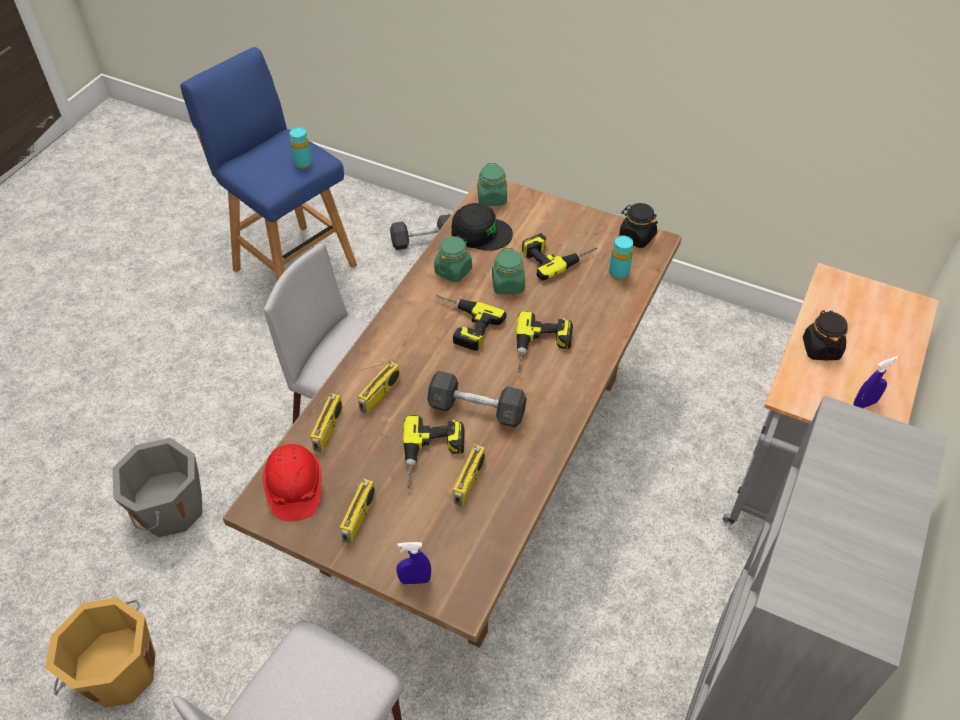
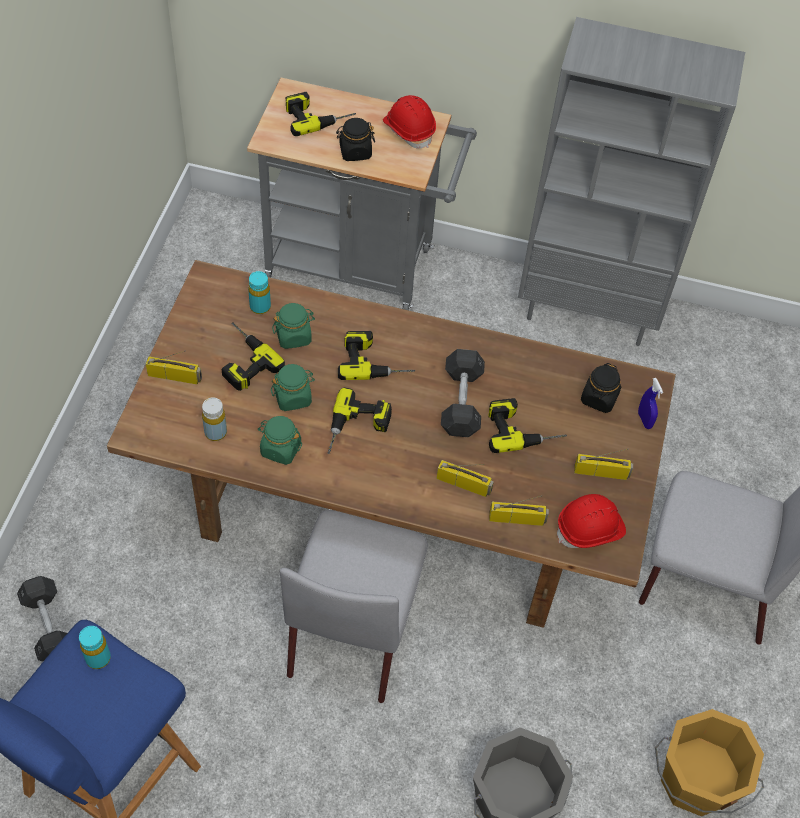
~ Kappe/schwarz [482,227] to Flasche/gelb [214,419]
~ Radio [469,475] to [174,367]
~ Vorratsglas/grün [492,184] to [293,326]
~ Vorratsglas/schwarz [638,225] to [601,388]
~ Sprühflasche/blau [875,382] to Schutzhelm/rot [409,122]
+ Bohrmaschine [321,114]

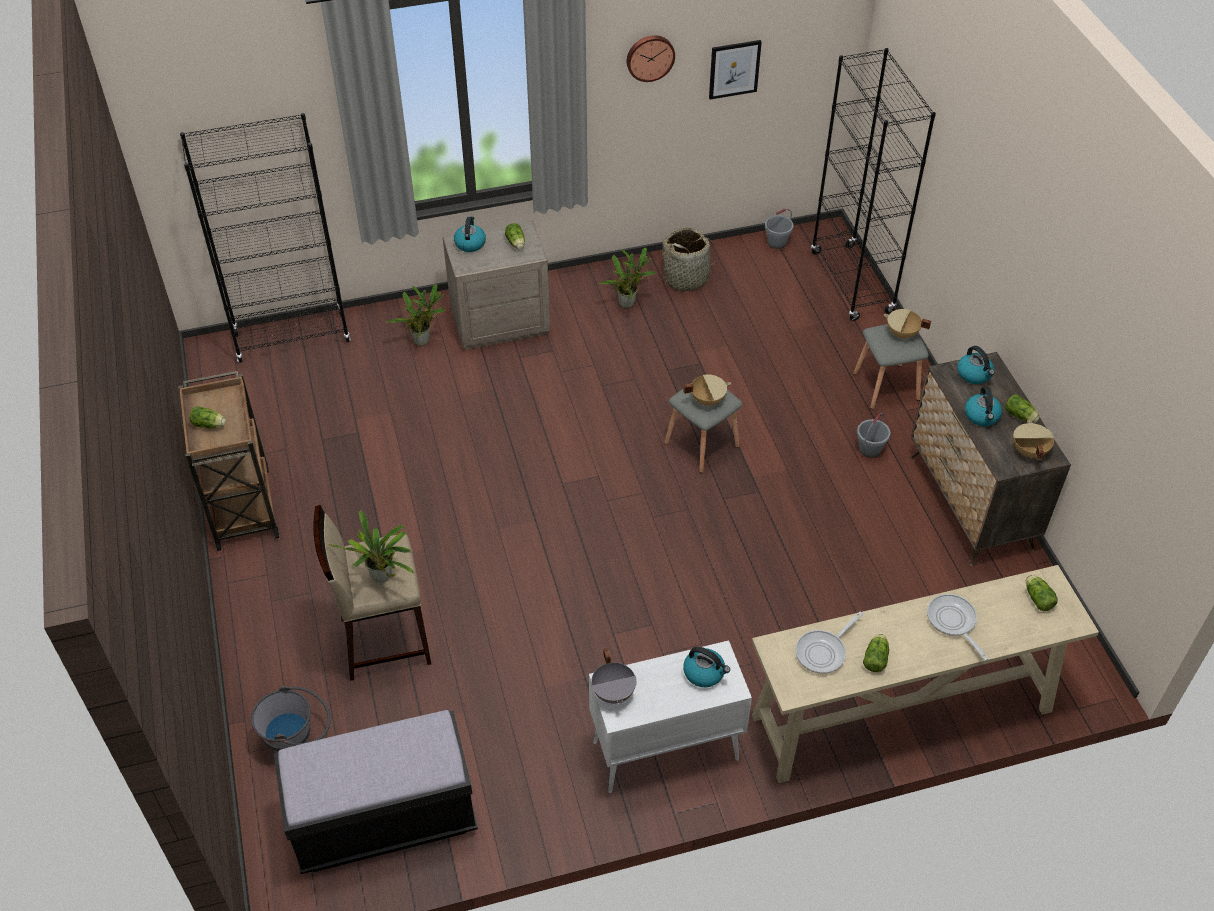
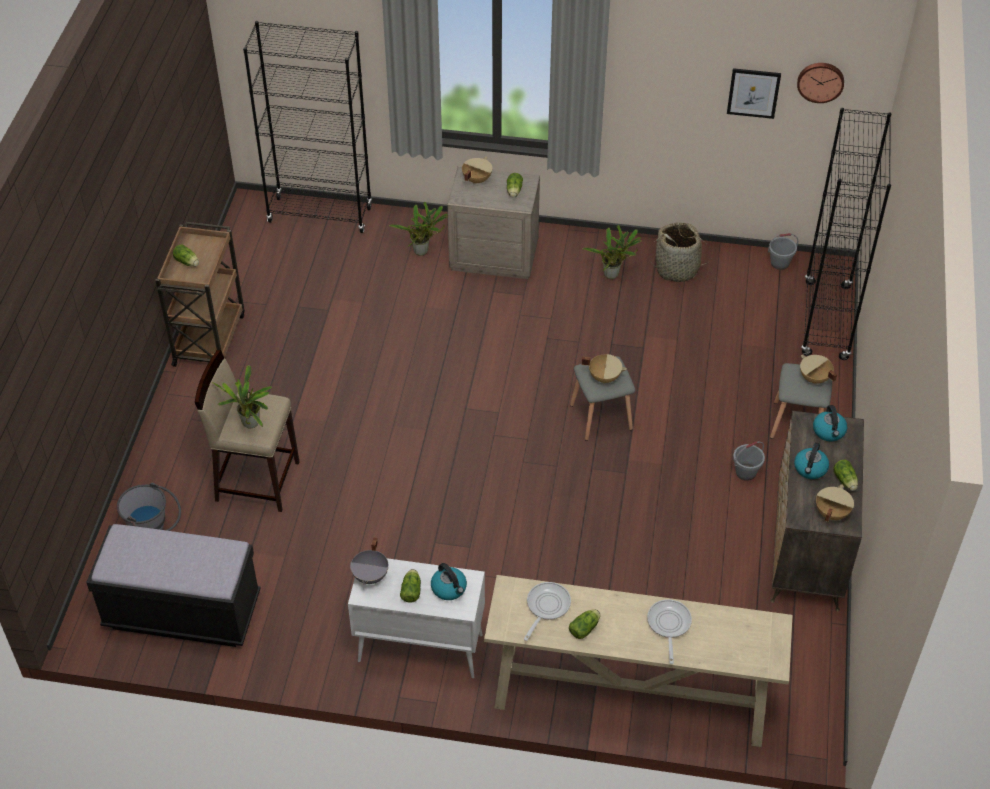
~ Wasserkessel [470,234] to Kochtopf/beige [477,170]
~ Wanduhr [651,58] to [820,83]
~ Pfanne [829,642] = [547,611] 135 degrees clockwise
~ Salatkopf [1042,593] to [410,586]

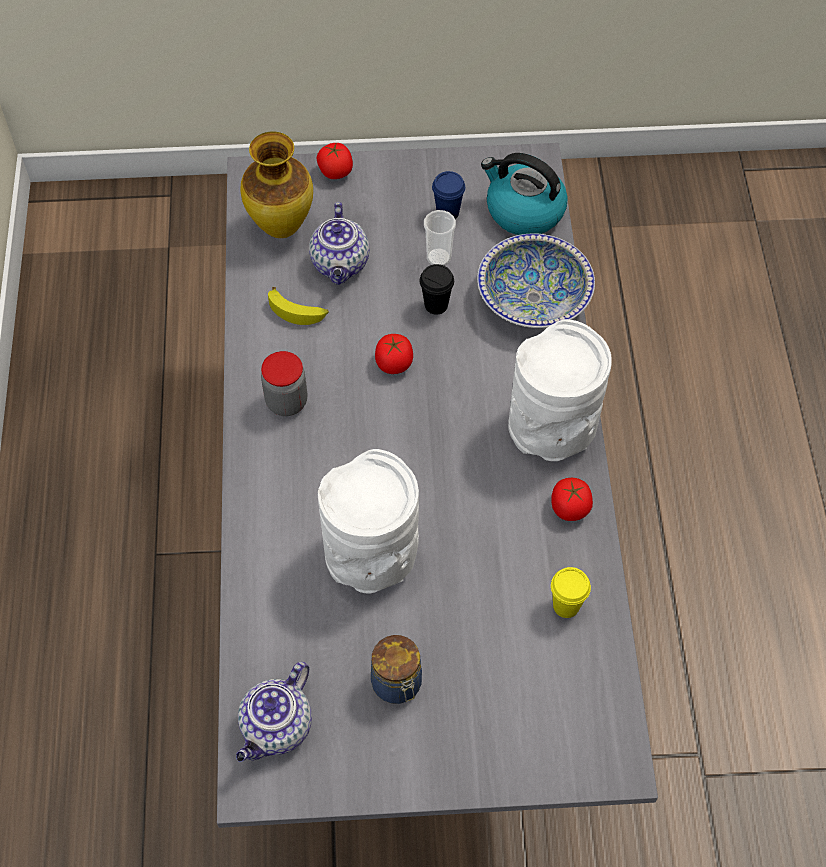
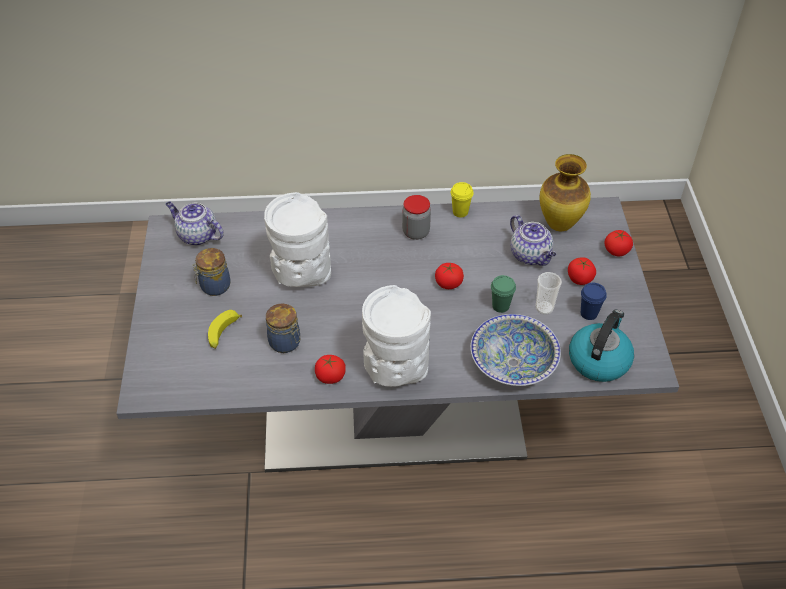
~ Banane [298,306] to [225,329]
~ Teekanne [339,243] = [533,240] 120 degrees counterclockwise
~ Tasse/schwarz [436,289] to Tasse/grün [503,294]
~ Tasse/gelb [571,592] to [462,200]
+ Vorratsglas [283,328]
+ Tomate [582,271]

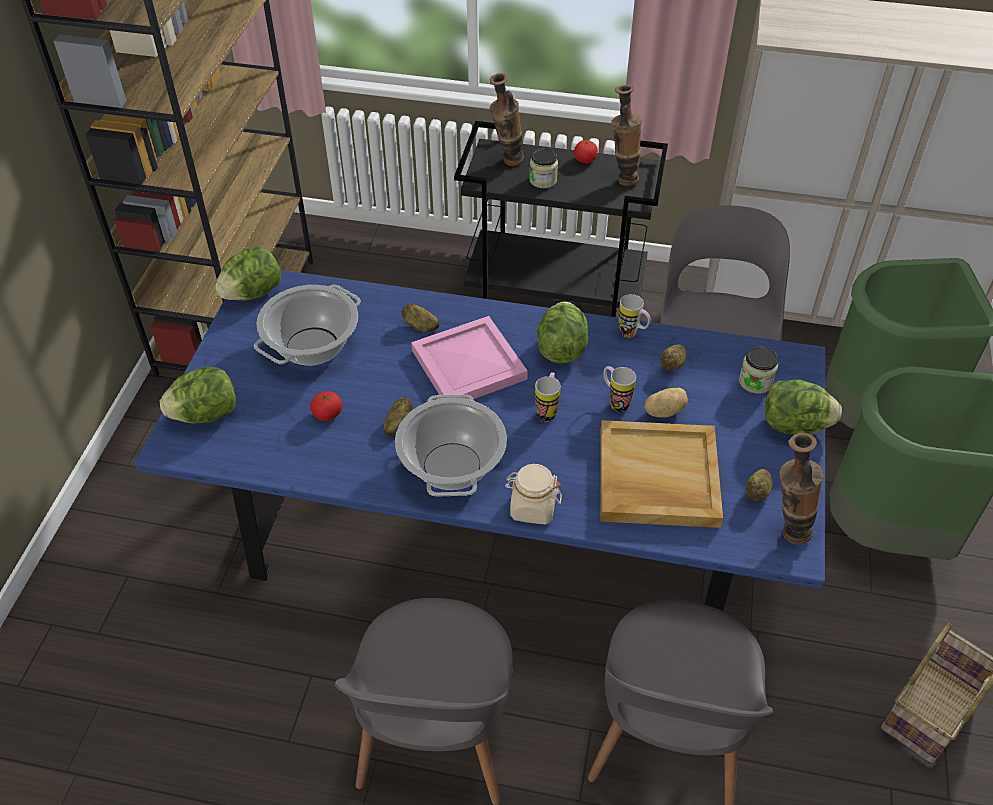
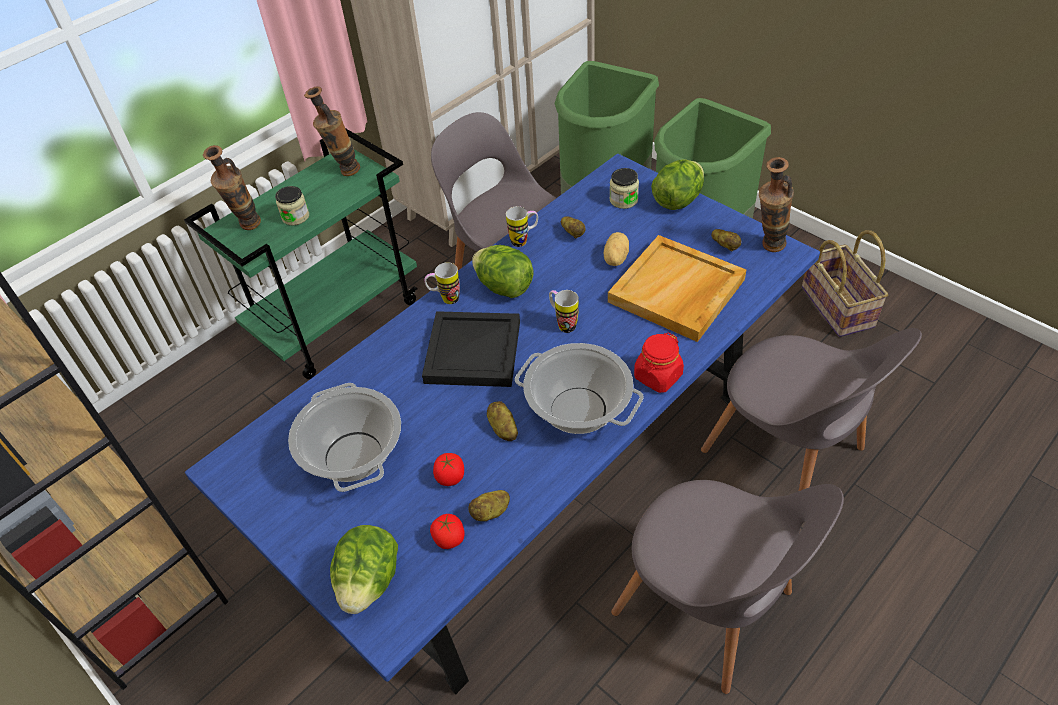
- Salatkopf [248,274]
~ Kartoffel [420,318] to [489,505]
~ Tablett/rosa [469,357] to Tablett/schwarz [471,349]
~ Rollwagen/schwarz [561,219] to Rollwagen/grün [301,253]
~ Vorratsglas/beige [533,494] to Vorratsglas/rot [659,363]
~ Tomate [586,151] to [447,531]
~ Henkelbecher [619,389] to [442,283]

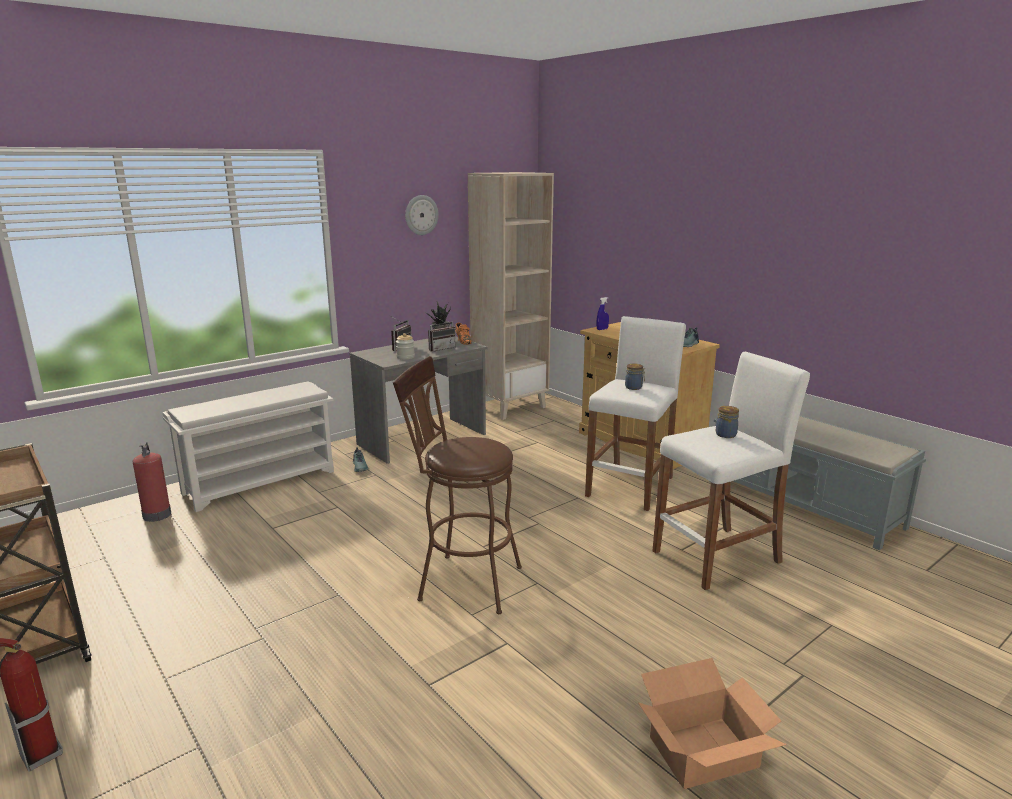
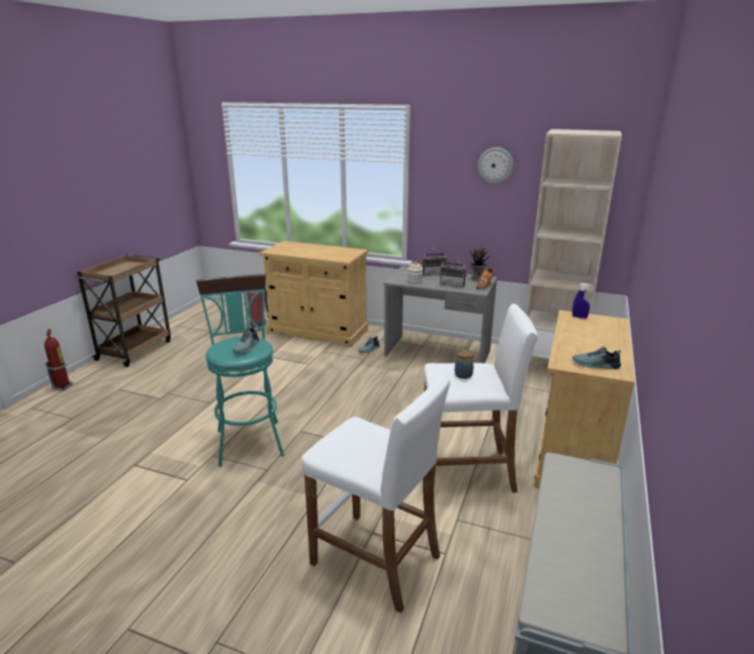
~ Schuhregal/weiß [248,447] to Schrank/beige [313,294]
~ Hocker/braun [457,485] to Hocker/türkis [240,370]
- Karton [712,723]
- Vorratsglas [727,422]
+ Schuh [246,339]

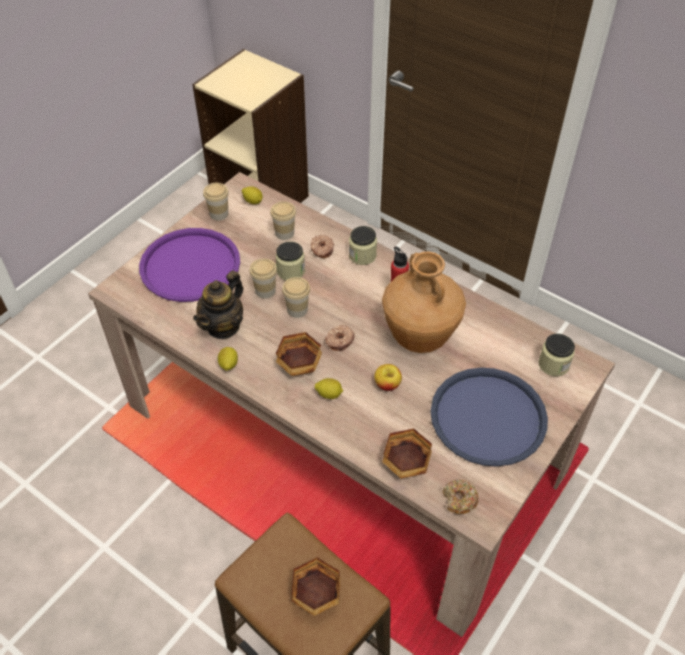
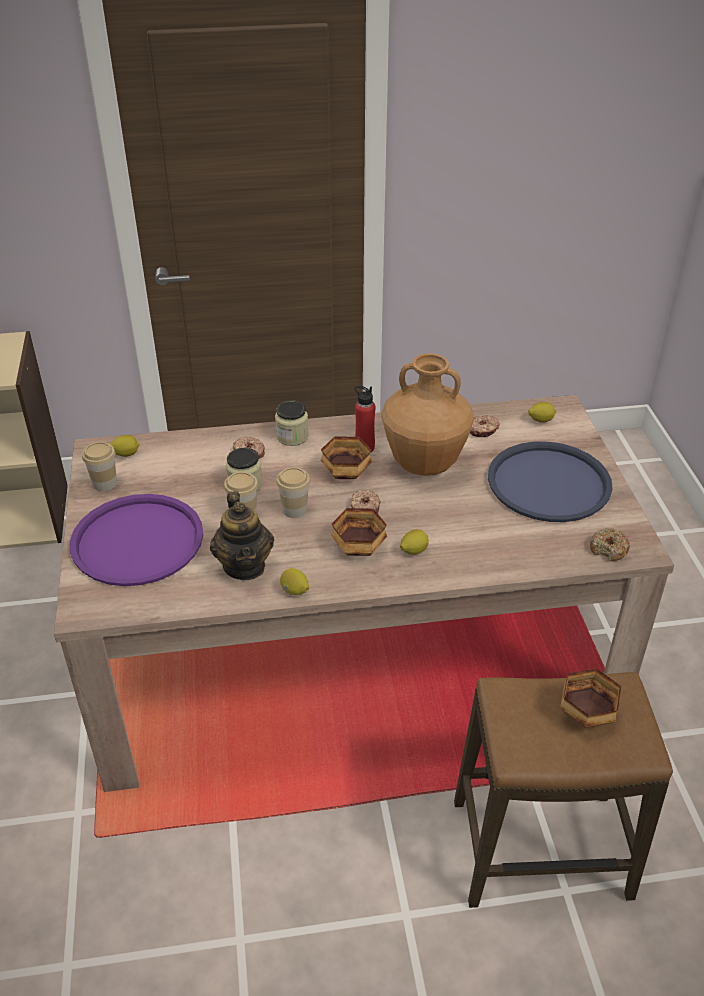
- Tasse [283,220]
- Apfel [388,377]
~ Schüssel [407,454] to [346,457]
~ Vorratsglas [556,355] to Zitrone [542,412]
+ Donut [485,426]

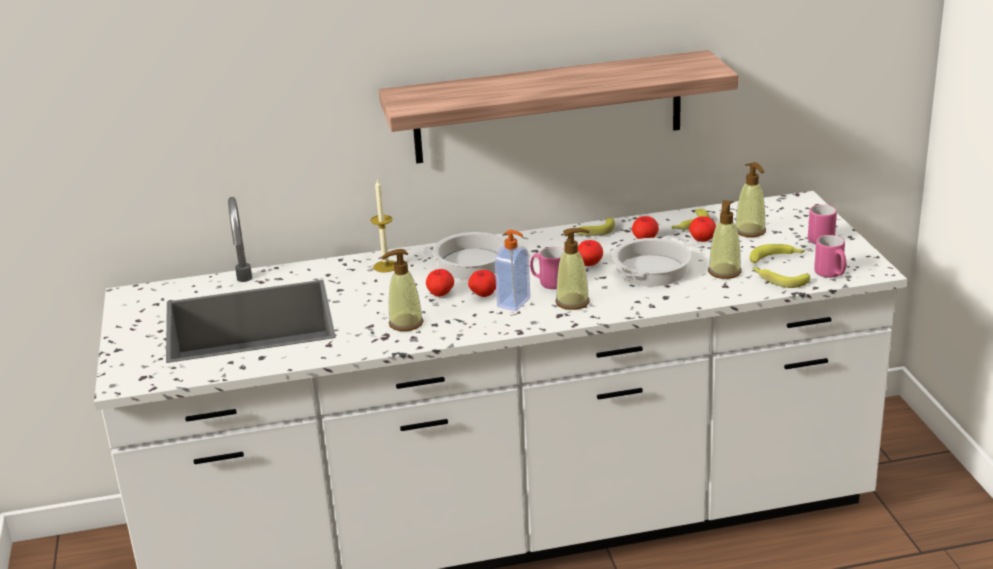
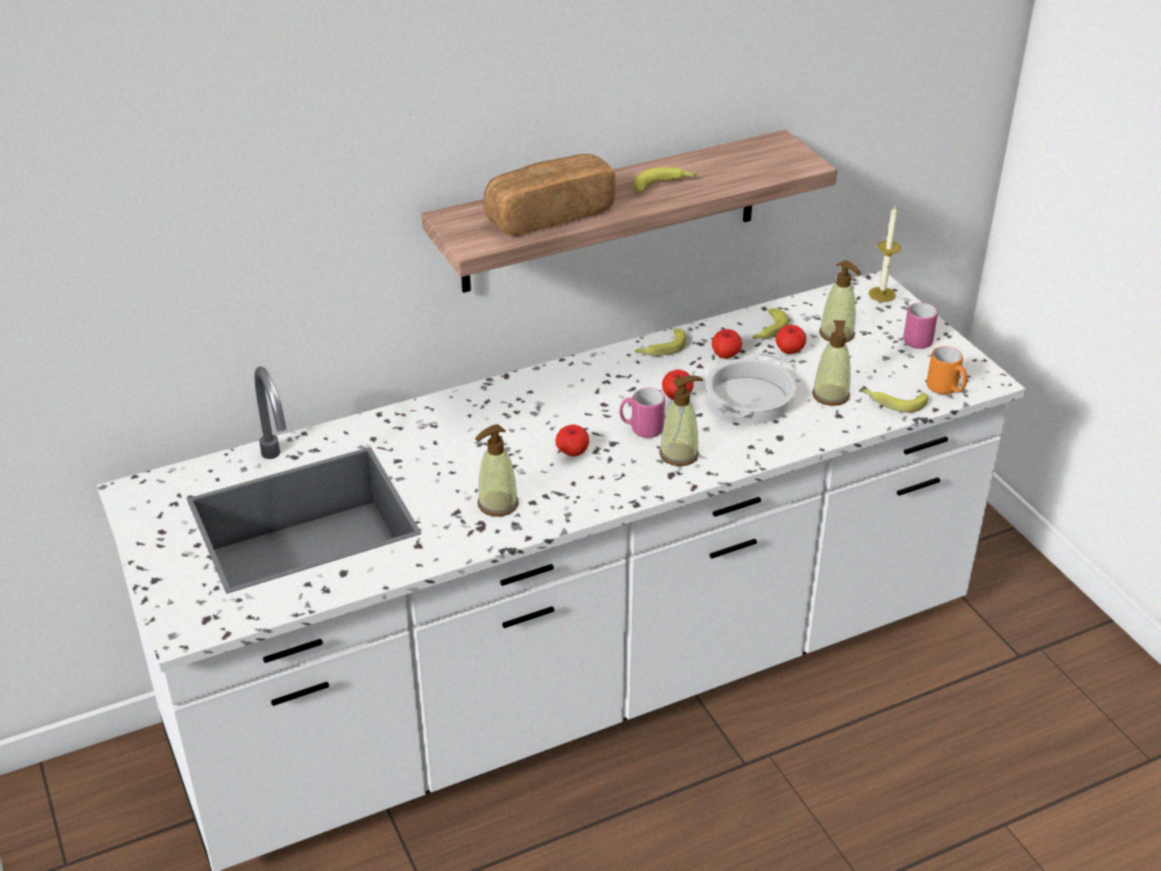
~ Kerze [382,225] to [885,254]
- Kochtopf [471,255]
- Apfel [440,283]
- Seifenspender [512,270]
~ Banane [777,253] to [665,180]
~ Henkelbecher/rosa [830,256] to Henkelbecher/orange [946,370]
+ Brot [549,194]

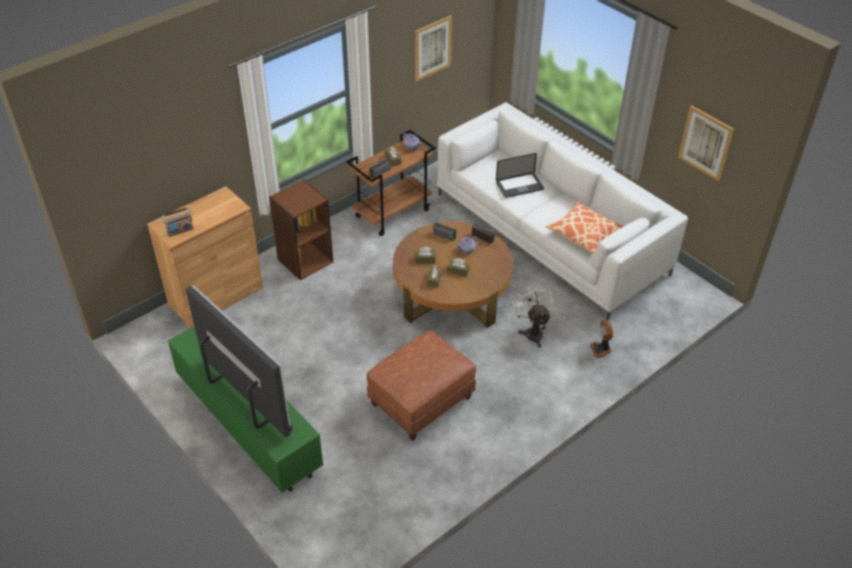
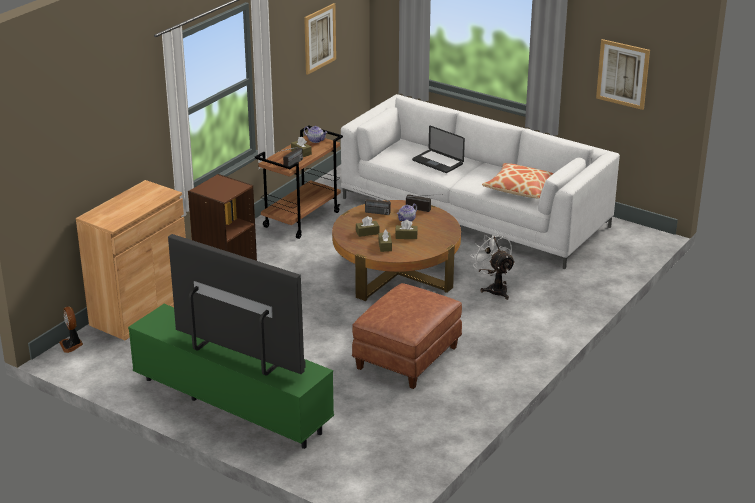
- Radio [178,222]
~ Laptop [520,175] = [438,149] 75 degrees clockwise
~ Ventilator [601,339] to [71,330]

